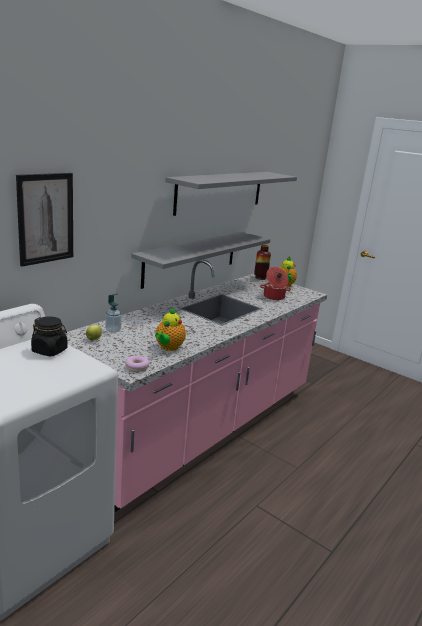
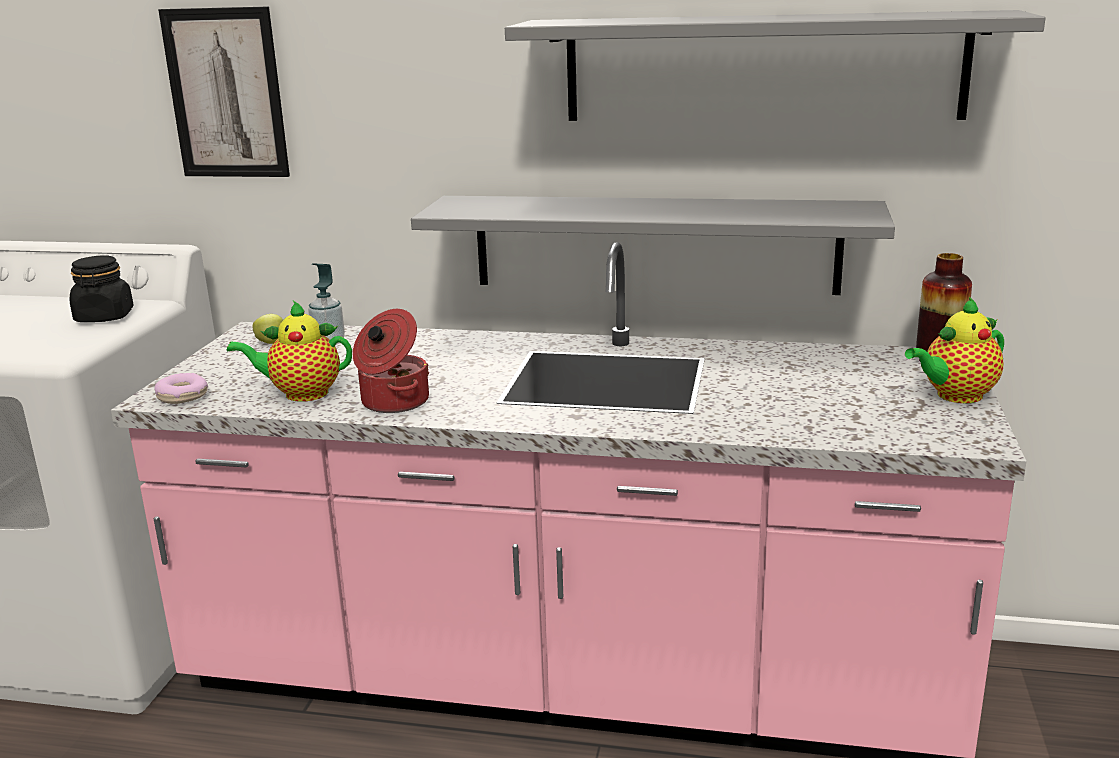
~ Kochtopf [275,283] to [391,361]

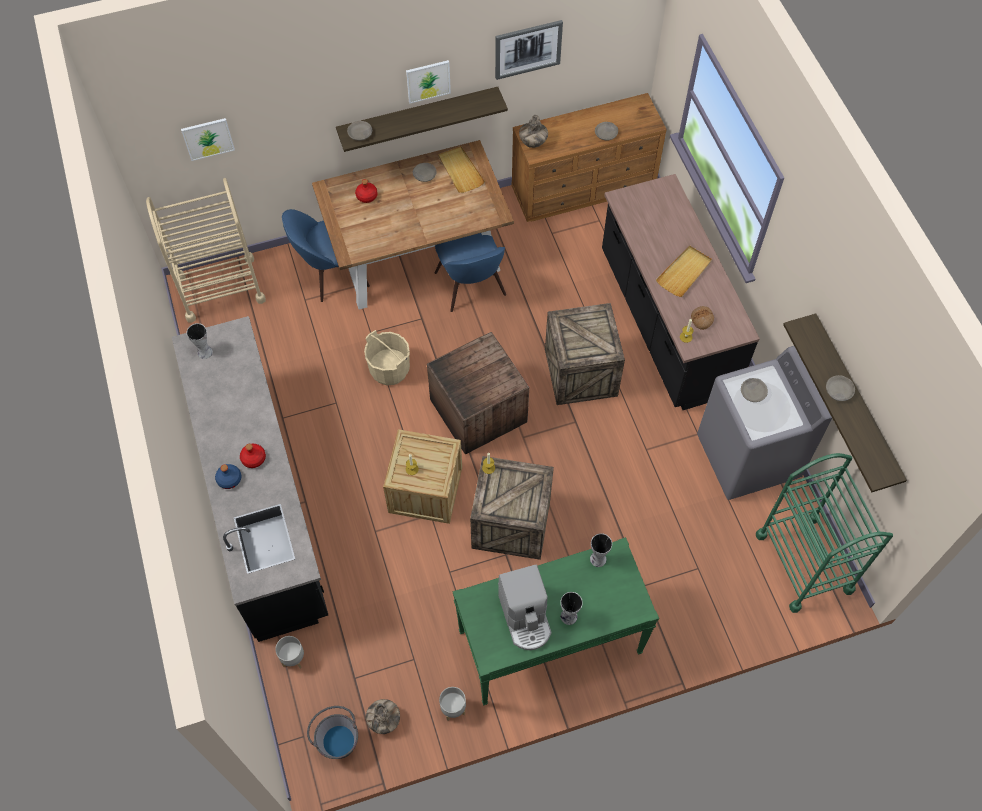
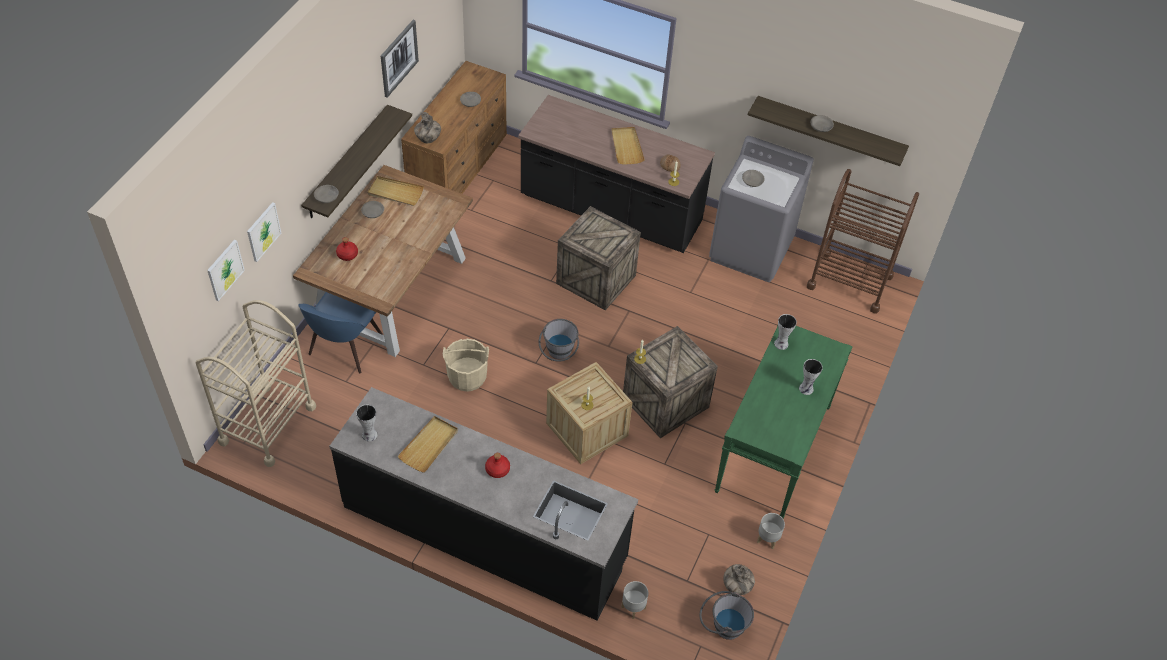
- Flasche/blau [228,476]
~ Bild [428,81] to [264,232]
~ Kiste [478,393] to Eimer/grau [559,340]
- Stuhl/blau [470,272]
- Kaffeemaschine [525,607]
~ Rollwagen/grün [824,533] to Rollwagen/braun [863,241]
+ Tablett/beige [428,444]

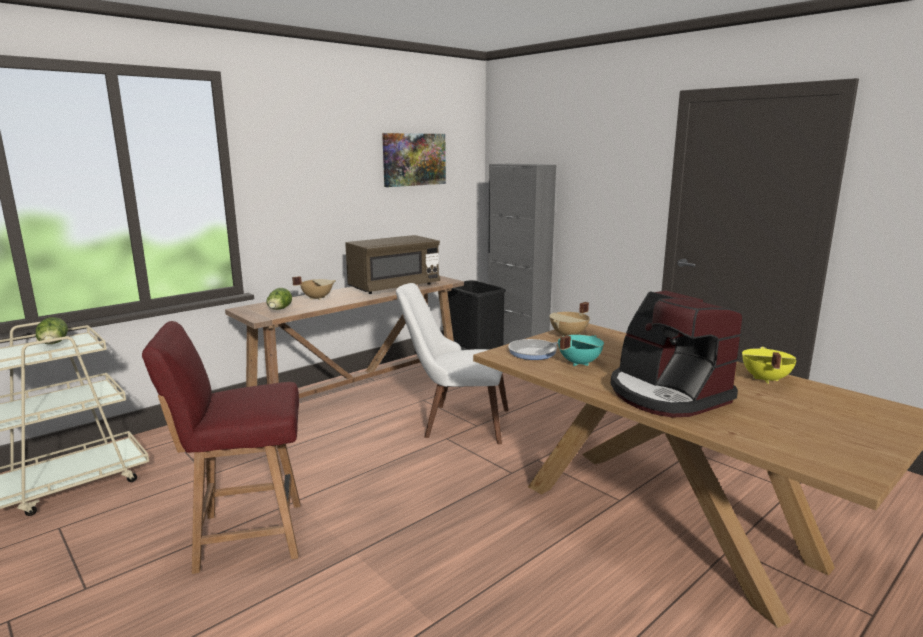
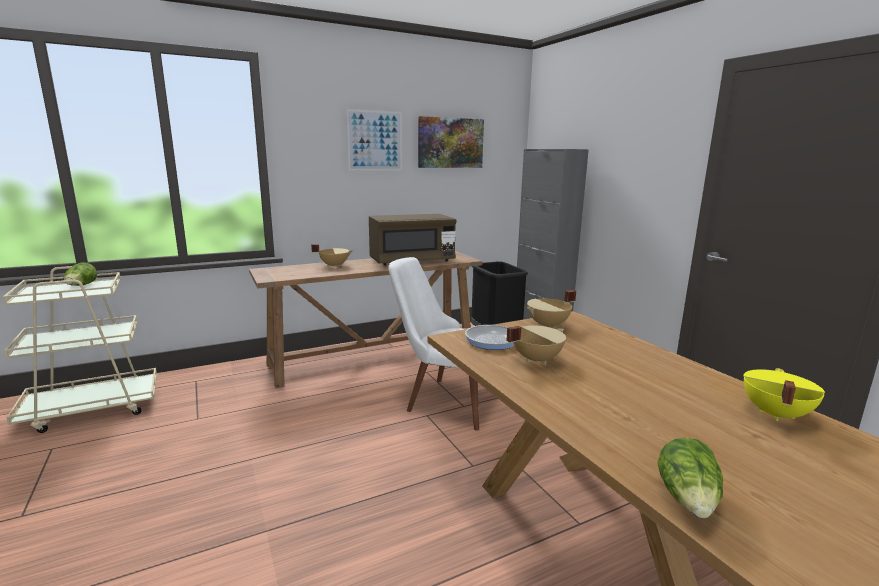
- Stuhl/rot [221,447]
~ Salatkopf [279,299] to [690,477]
~ Kochtopf/türkis [581,350] to Kochtopf/beige [536,344]
- Kaffeemaschine [676,354]
+ Bild [374,140]

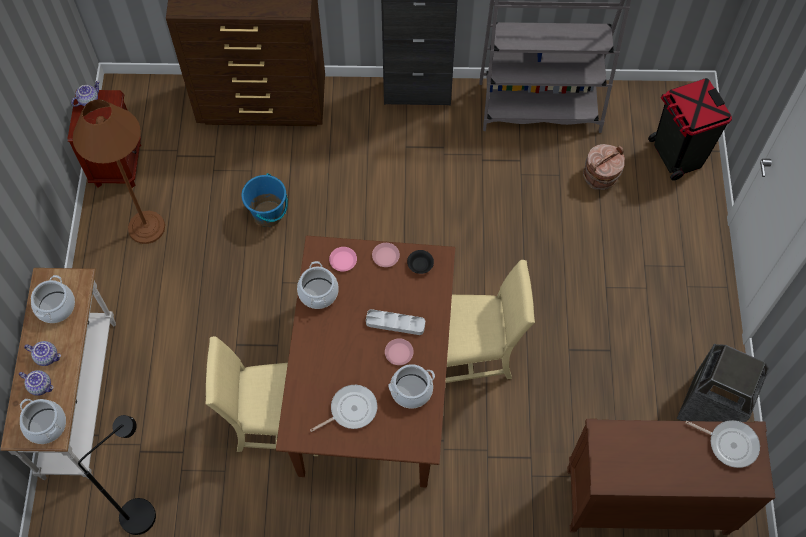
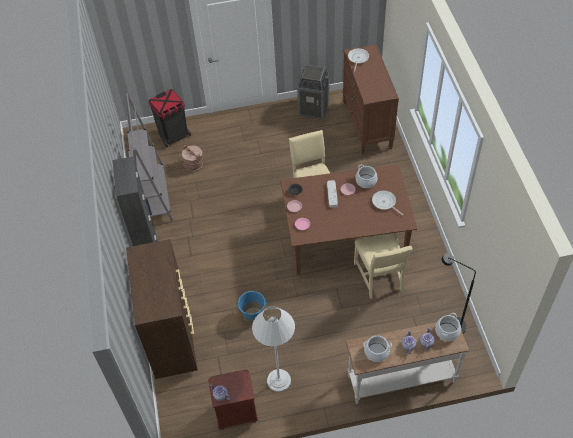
~ Stehlampe/braun [119,171] to Stehlampe/weiß [273,349]
- Kochtopf [318,285]

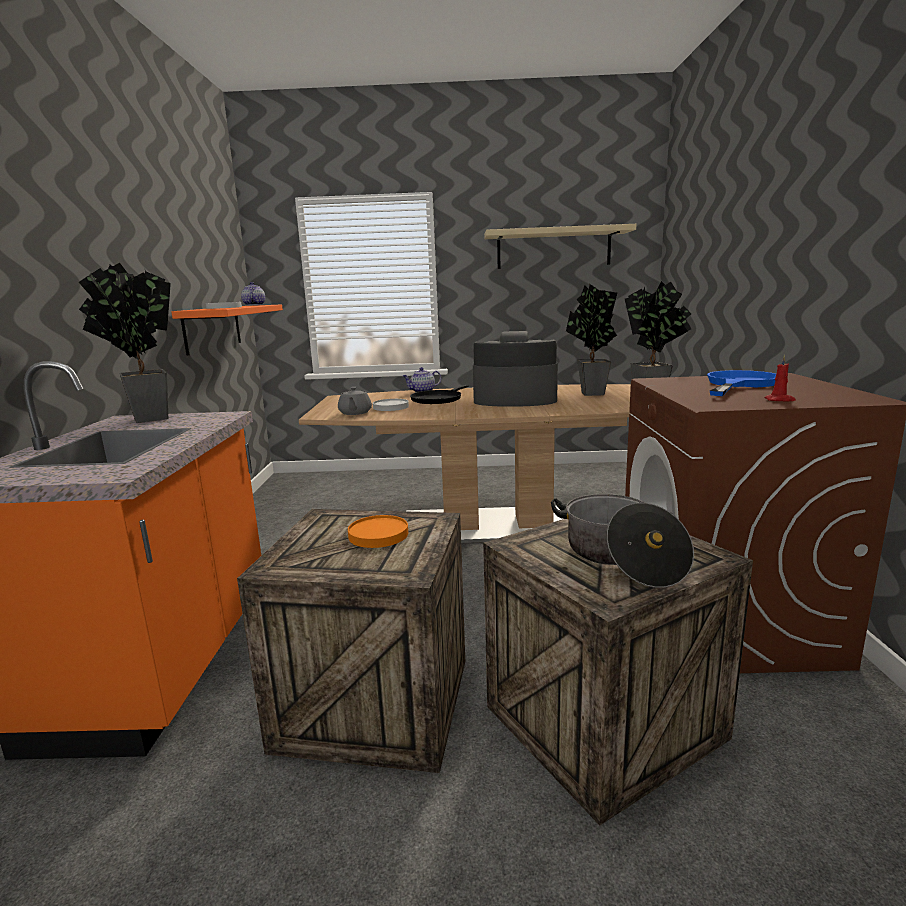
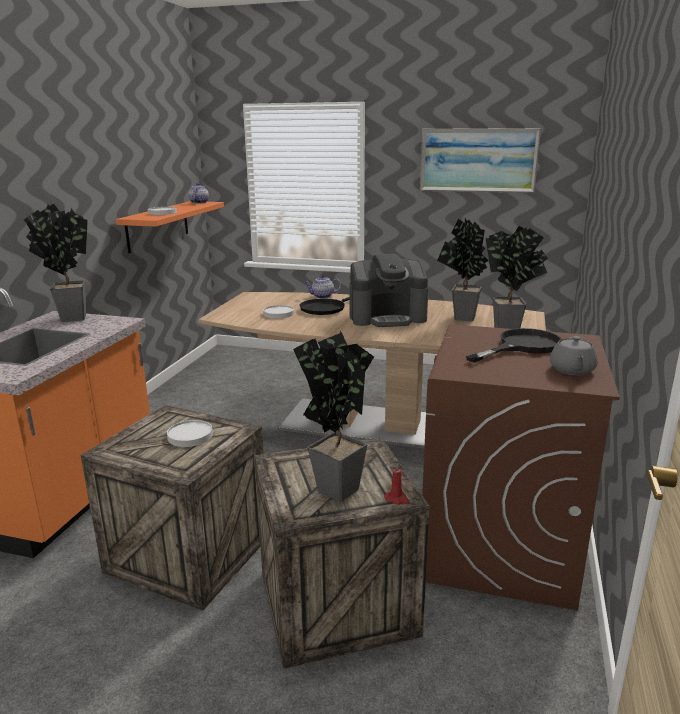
~ Teekanne/grau [355,401] to [574,355]
~ Teller/orange [378,531] to Teller/weiß [190,433]
~ Kaffeemaschine [515,369] = [388,290] 150 degrees clockwise
~ Wandregal/beige [560,246] to Bild [480,160]
~ Kochtopf [622,541] to Topfpflanze [333,415]
~ Pfanne/blau [741,383] to Pfanne/schwarz [514,345]
~ Kerze/rot [780,378] to [397,484]

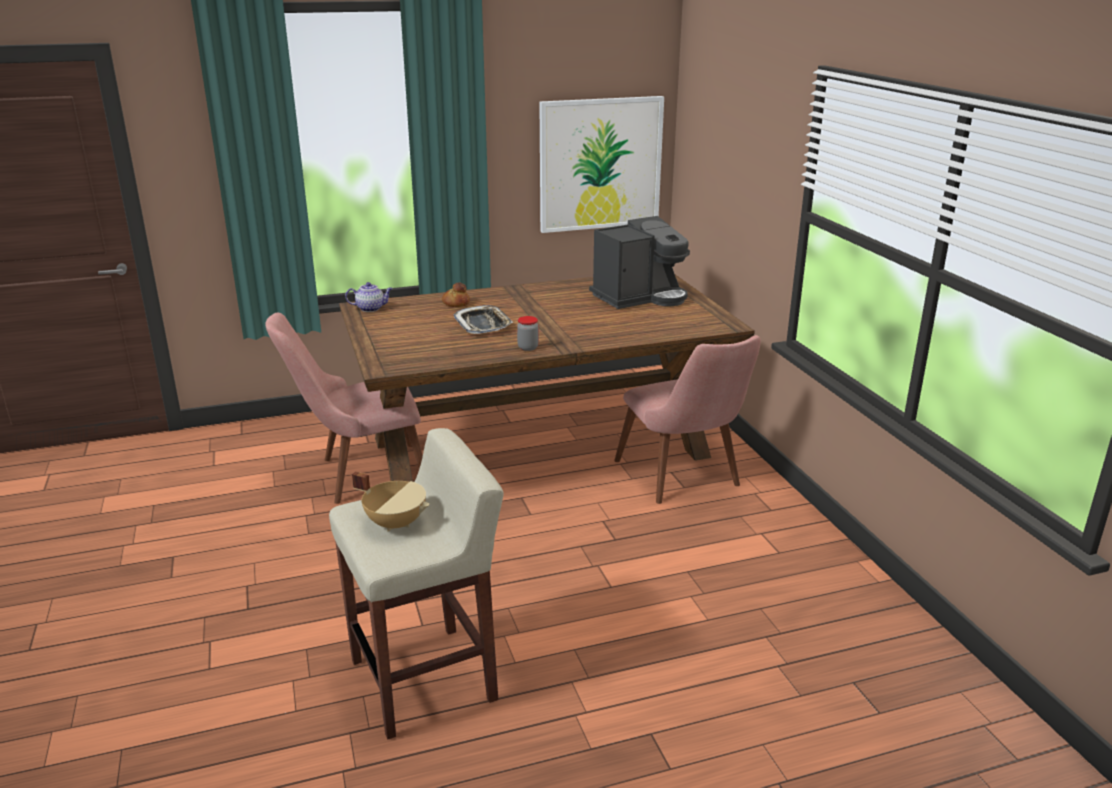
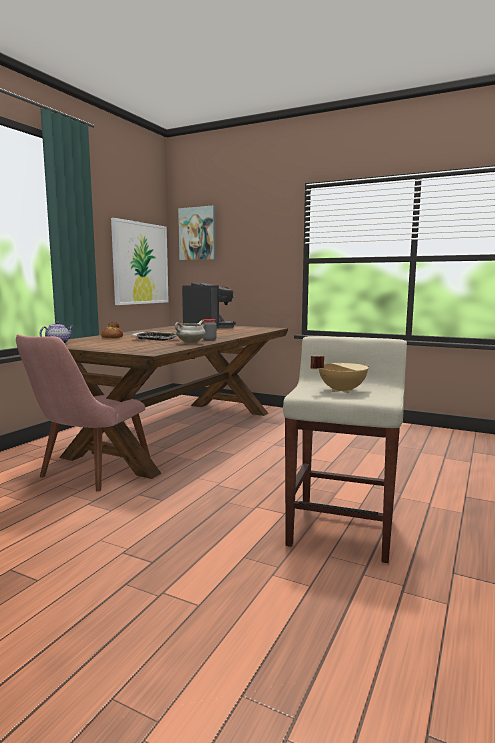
- Stuhl/rosa [687,419]
+ Kochtopf/weiß [190,332]
+ Bild [196,233]

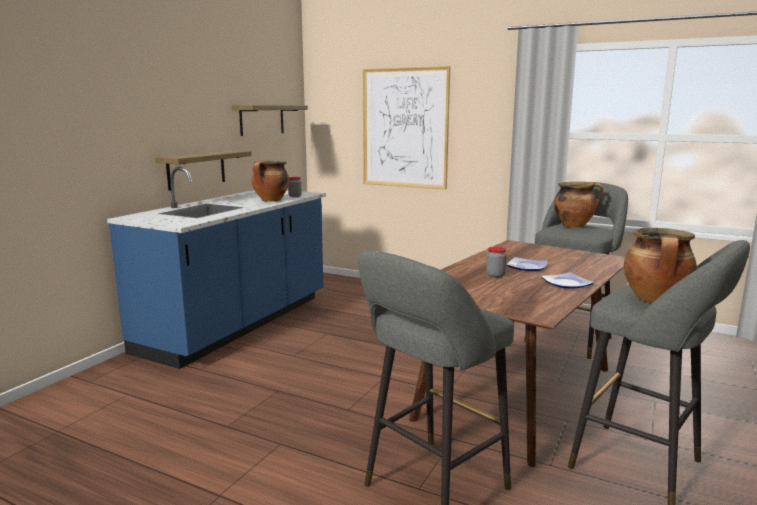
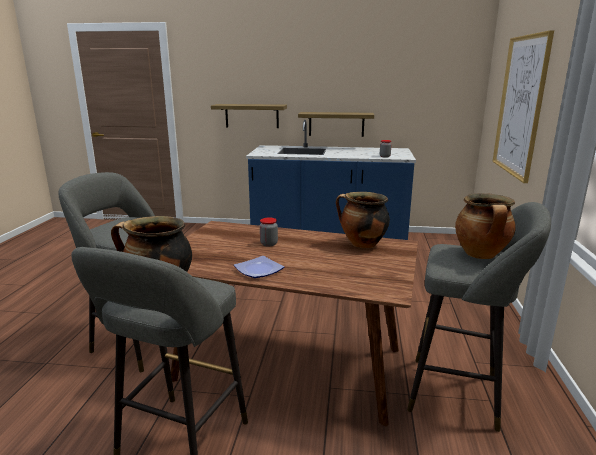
~ Wandregal [269,120] to [249,116]
~ Kochtopf [270,181] to [363,220]
- Teller [527,264]

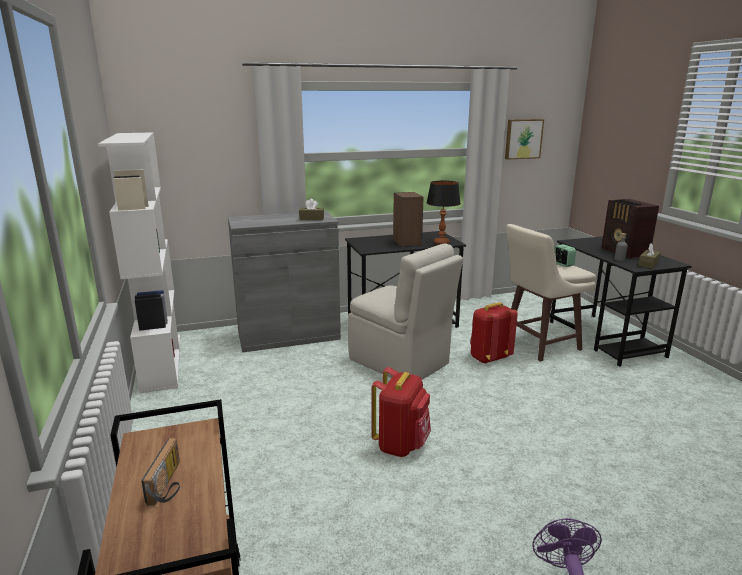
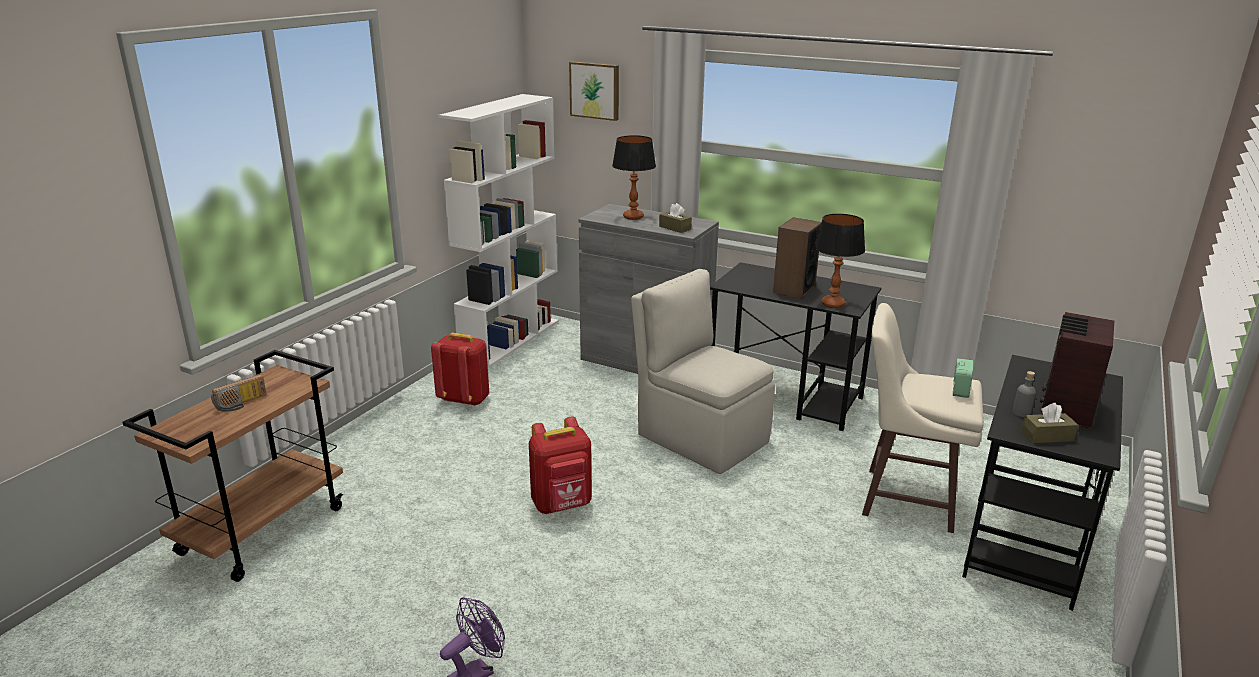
~ Stuhl/beige [405,311] = [703,371] 135 degrees clockwise
~ Rucksack/rot [494,333] to [460,369]
~ Bild [524,139] to [594,91]
+ Tischlampe [634,177]

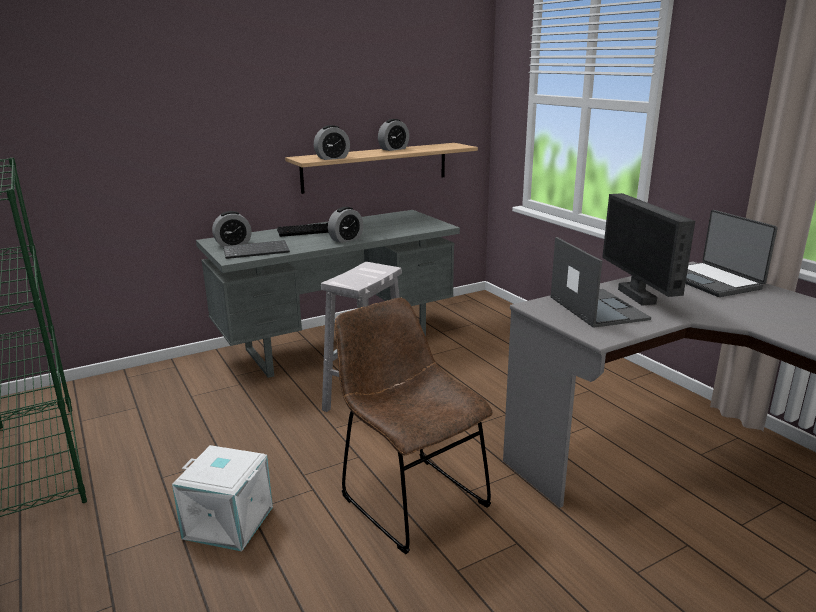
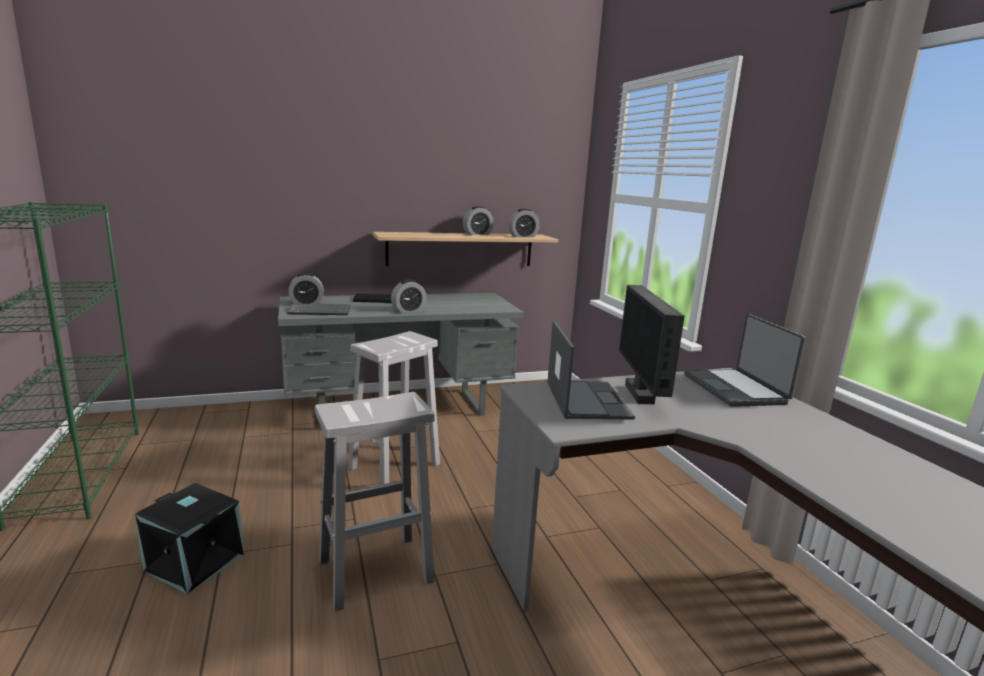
~ Aufbewahrungsbox/weiß [222,498] to Aufbewahrungsbox/schwarz [189,538]
~ Wecker [332,142] to [524,223]
~ Stuhl/braun [414,426] to Hocker/weiß [375,501]

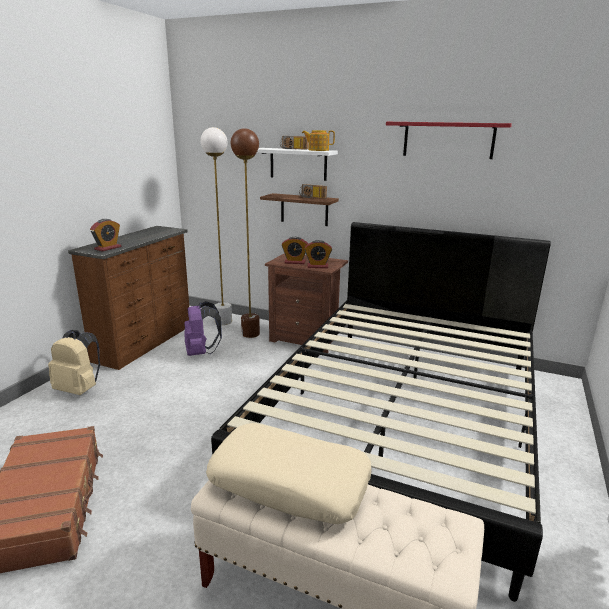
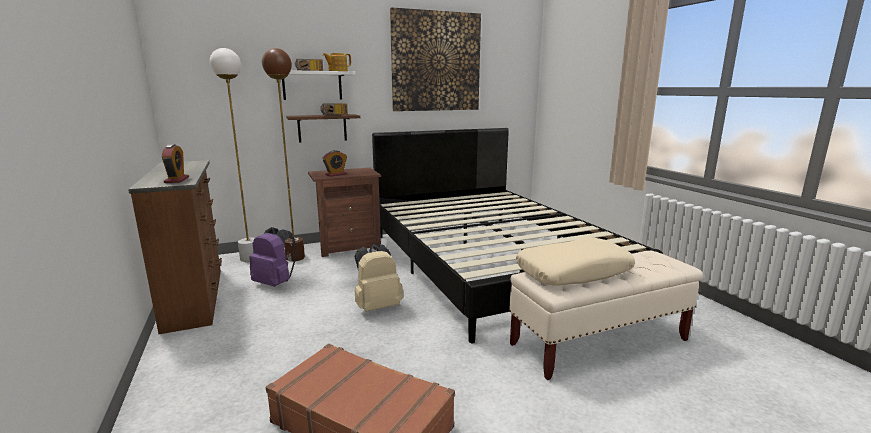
~ Rucksack/beige [74,362] to [379,278]
- Wecker [318,254]
~ Wandregal/rot [449,140] to Bild [435,59]

